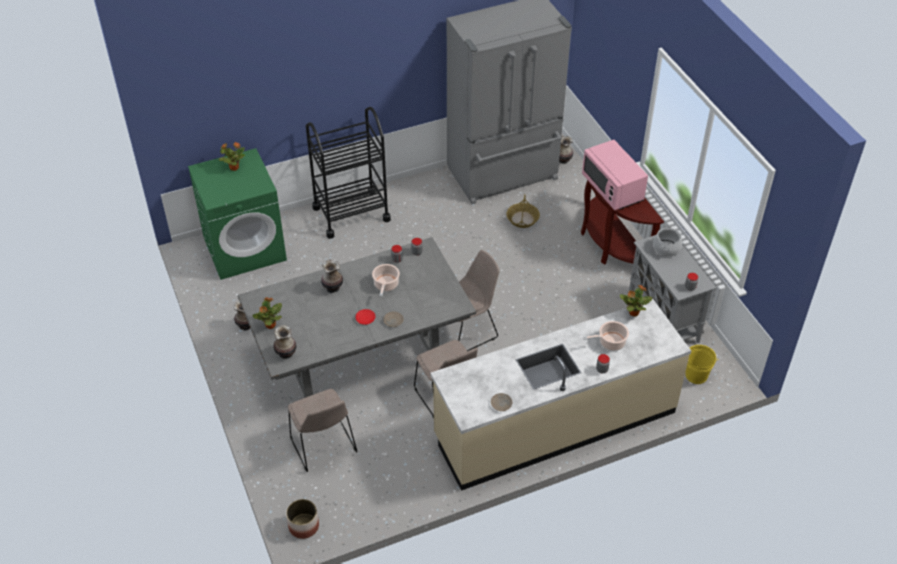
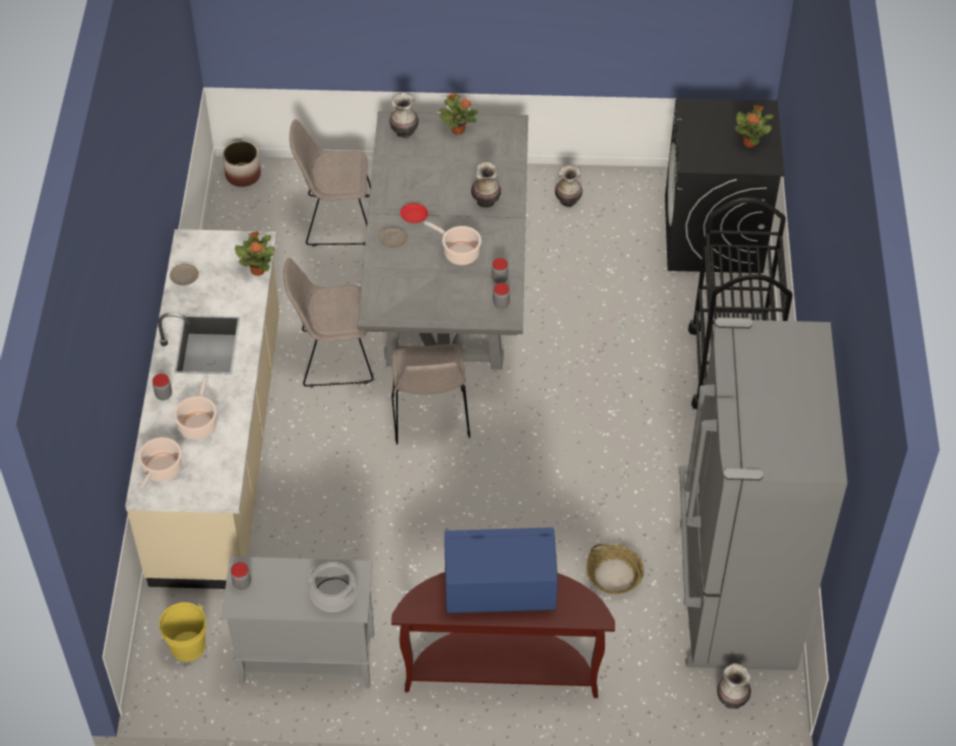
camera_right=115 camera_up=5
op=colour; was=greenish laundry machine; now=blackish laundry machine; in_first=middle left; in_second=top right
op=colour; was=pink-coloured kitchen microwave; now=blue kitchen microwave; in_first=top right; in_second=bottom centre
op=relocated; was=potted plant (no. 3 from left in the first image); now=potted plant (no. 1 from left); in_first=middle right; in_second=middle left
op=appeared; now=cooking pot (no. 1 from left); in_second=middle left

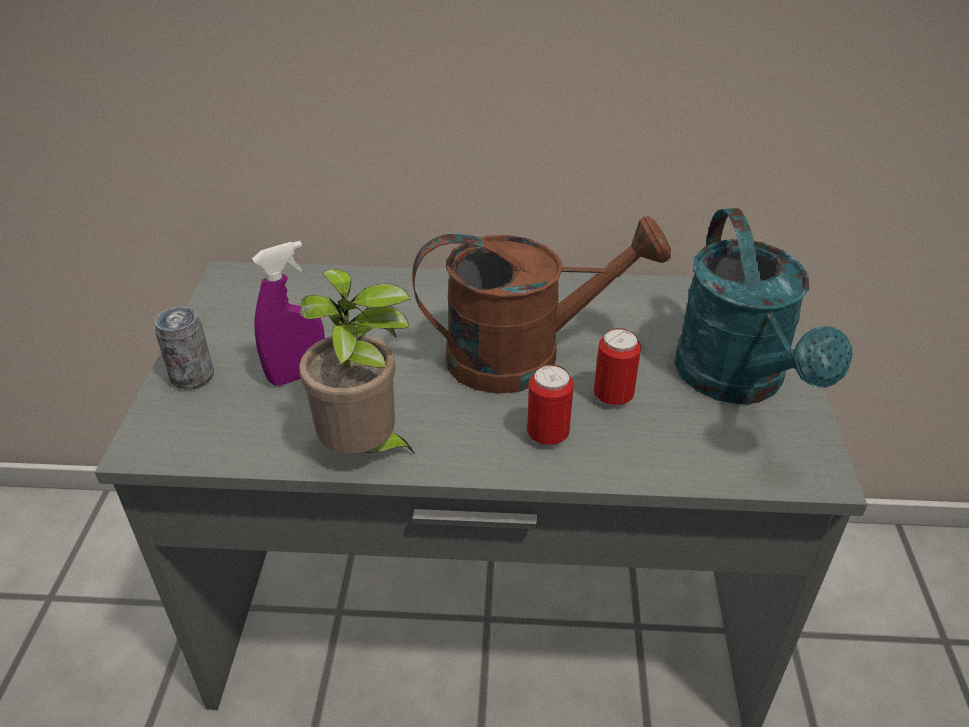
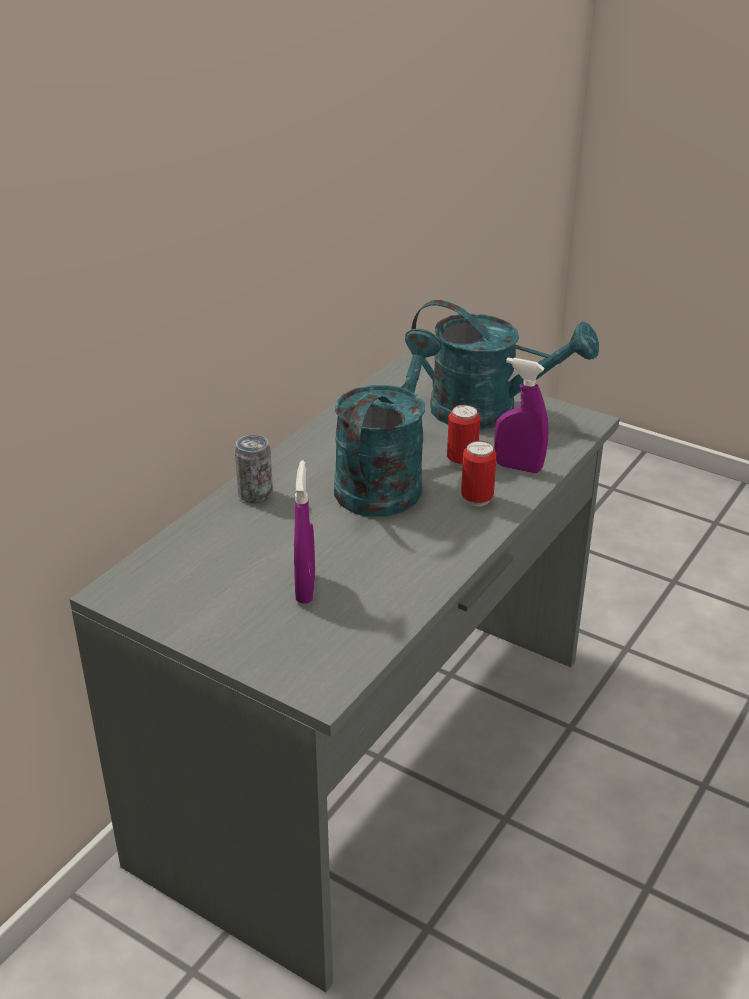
camera_right=-60 camera_up=-5
op=relocated; was=can (no. 1 from left); in_first=middle left; in_second=centre
op=missing; was=potted plant; in_first=centre
op=colour; was=brown watering pot; now=blue-green watering pot (no. 1 from left); in_first=centre; in_second=centre
op=appeared; now=purple-coloured hand sprayer (no. 2 from left); in_second=middle right

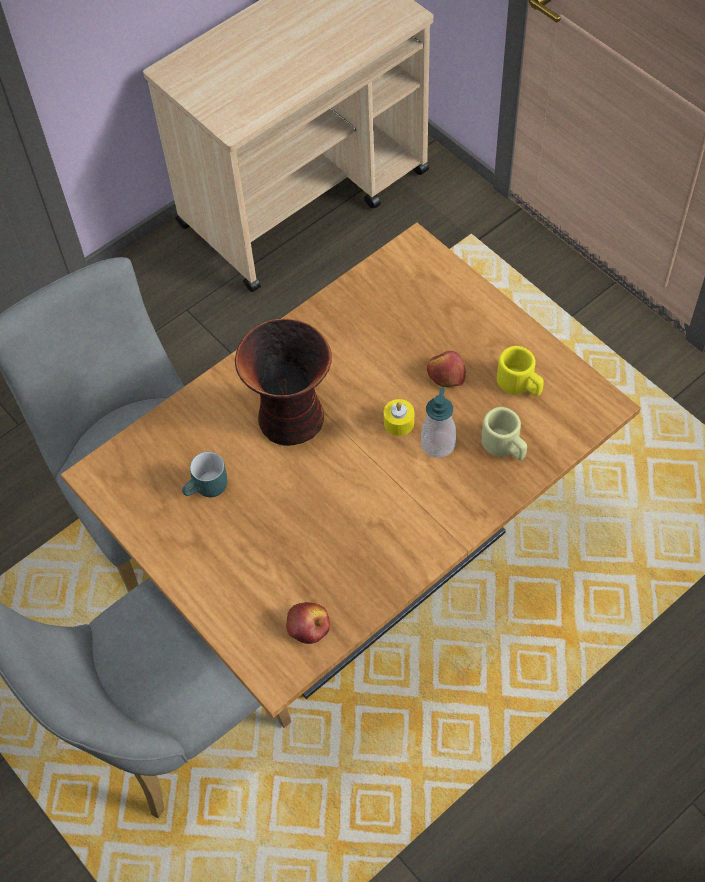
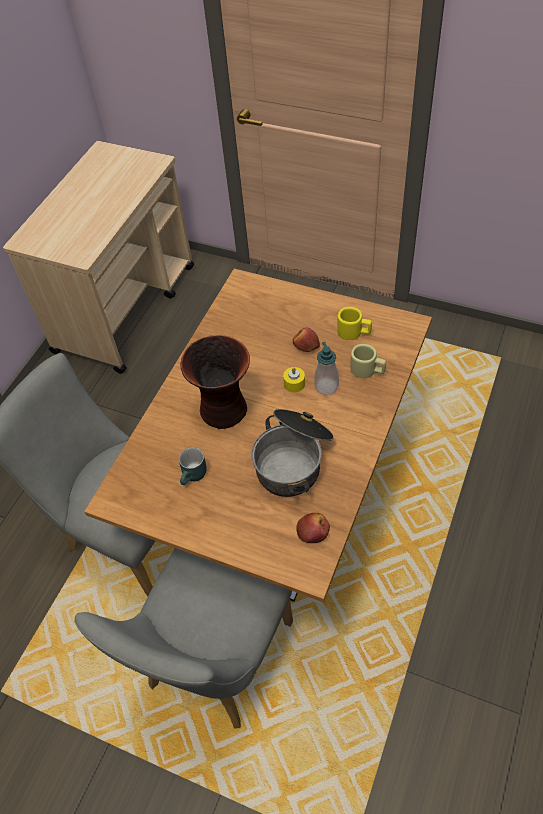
camera_right=-25 camera_up=-5
op=appeared; now=cooking pot; in_second=centre

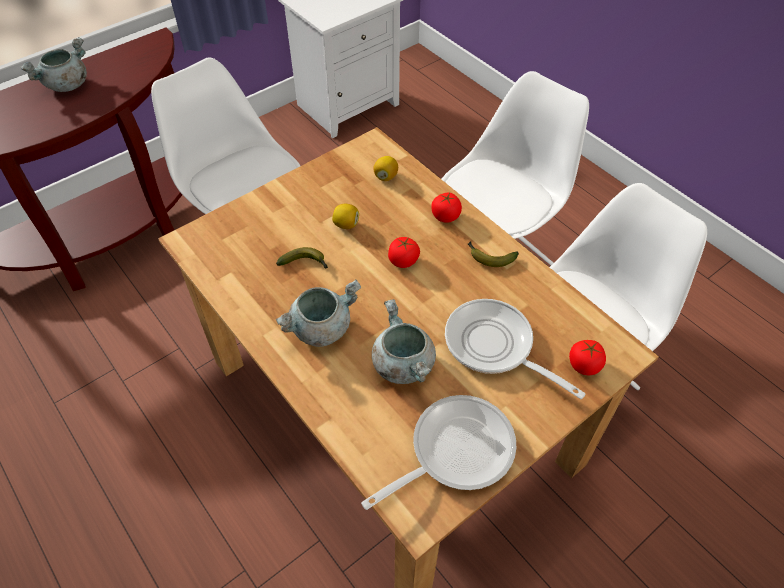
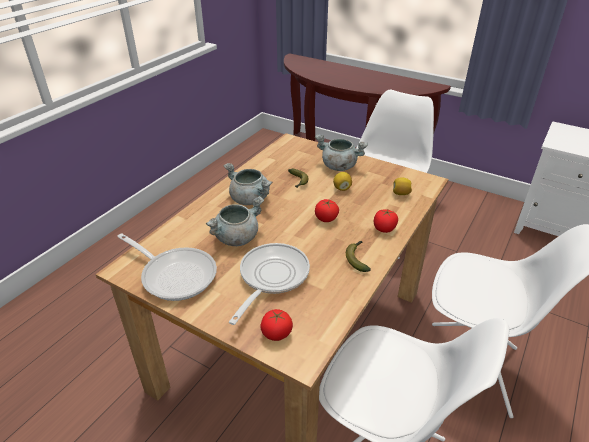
camera_right=70 camera_up=-15
op=relocated; was=greyish cooking pot (no. 1 from left in the first image); now=greyish cooking pot (no. 3 from left); in_first=top left; in_second=centre

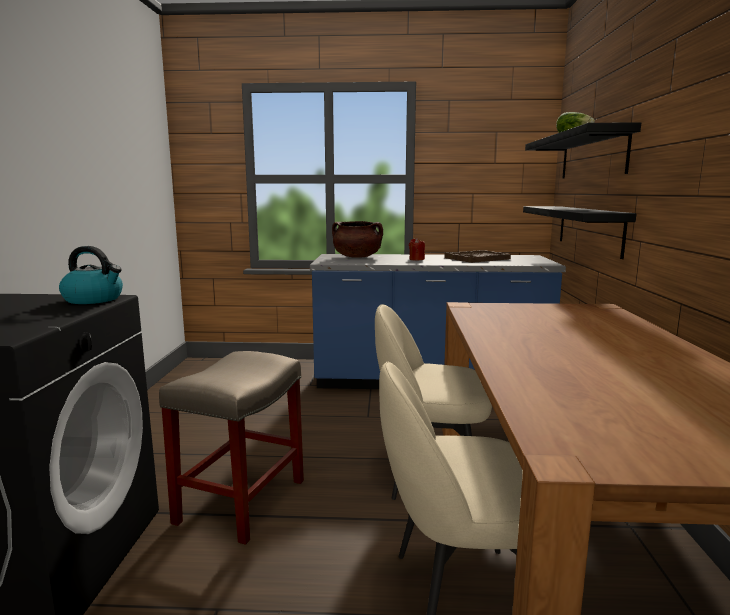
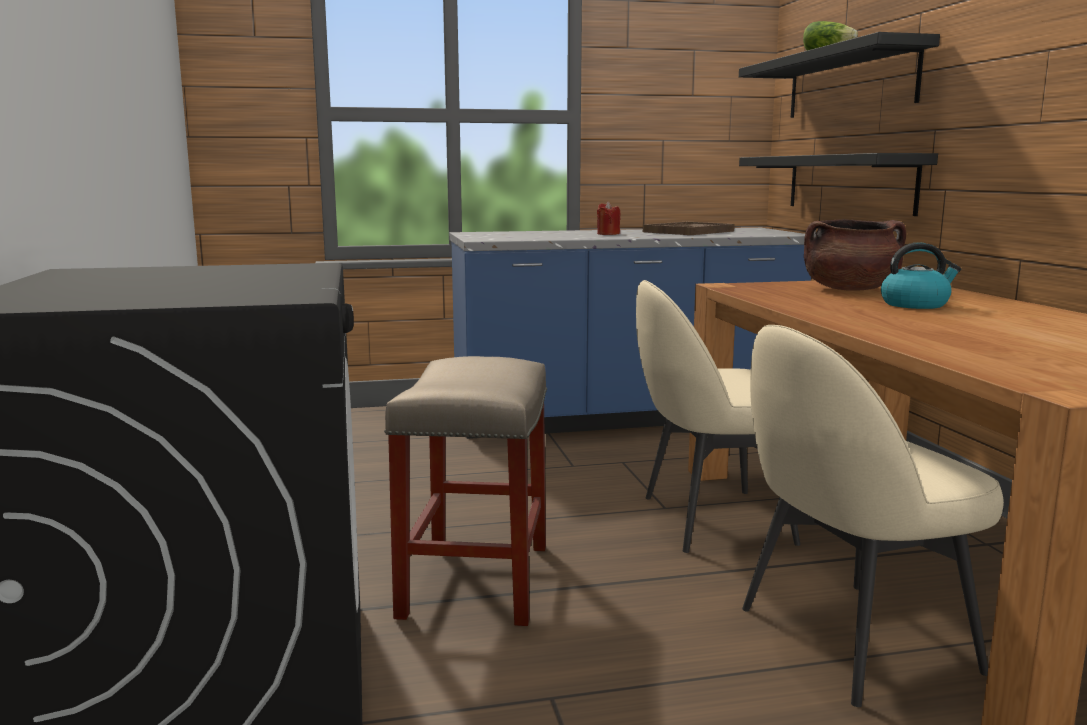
camera_right=-15 camera_up=0
op=relocated; was=tea kettle; in_first=middle left; in_second=middle right
op=relocated; was=brown cooking pot; in_first=centre; in_second=middle right

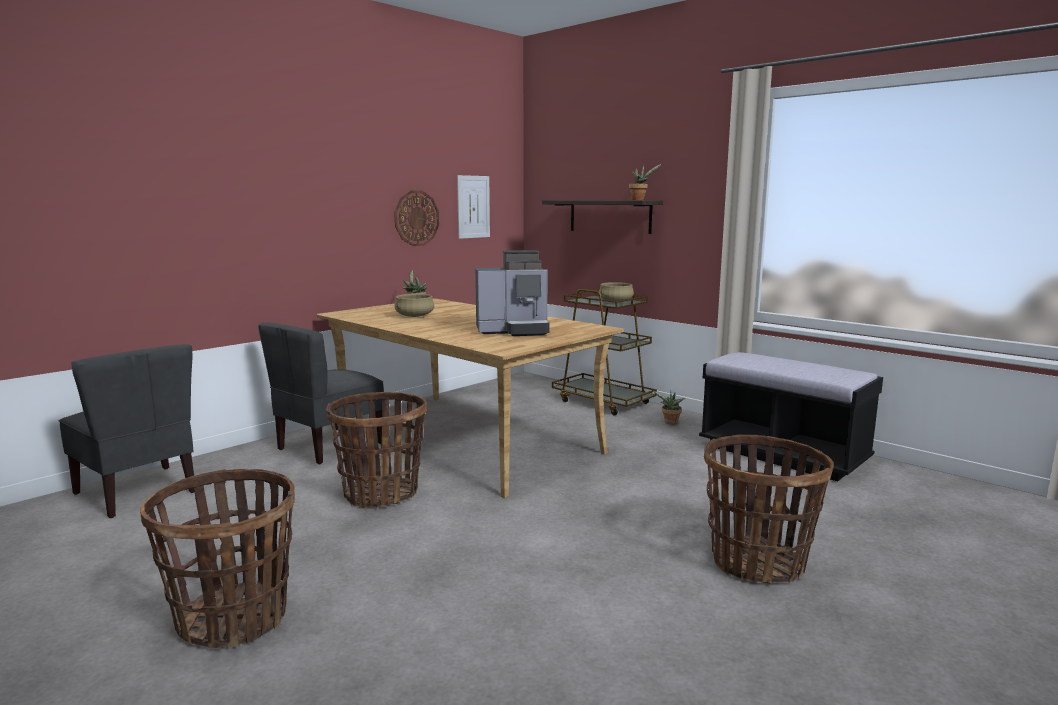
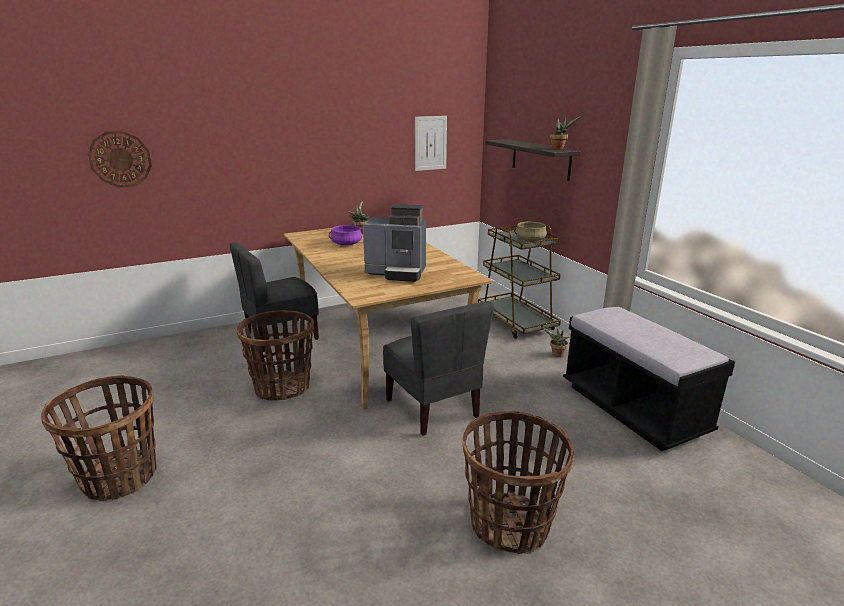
camera_right=20 camera_up=10
op=relocated; was=greyish plain chair (no. 1 from left in the first image); now=greyish plain chair (no. 2 from left); in_first=middle left; in_second=centre
op=relocated; was=clock on the wall; in_first=top centre; in_second=top left
op=colour; was=sand-coloured cooking pot (no. 1 from left); now=purple-coloured cooking pot; in_first=centre; in_second=centre

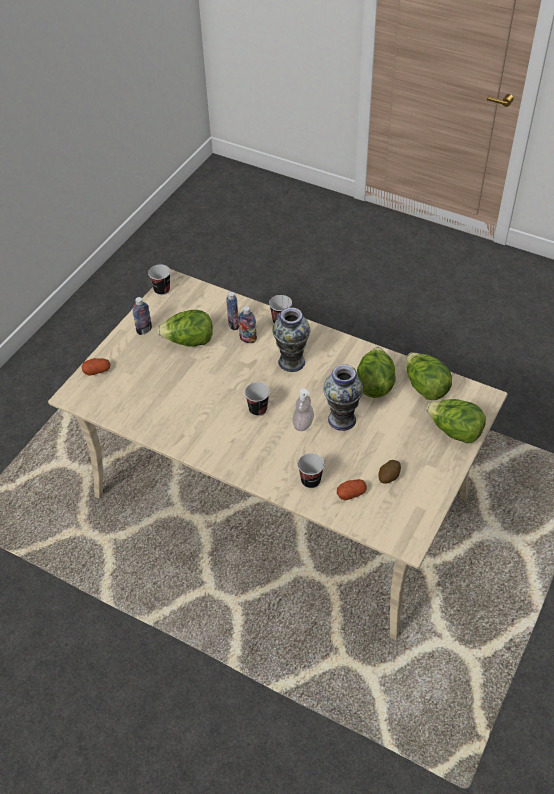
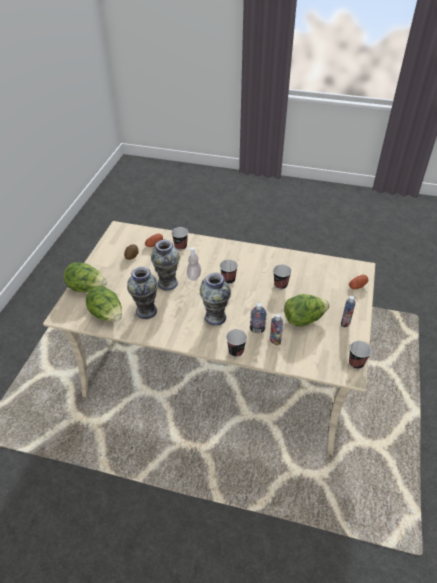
camera_right=165 camera_up=-5
op=exchanged; was=lettuce head (no. 2 from left); now=vase (no. 1 from left); in_first=middle right; in_second=middle left
op=appeared; now=cup (no. 4 from left); in_second=centre

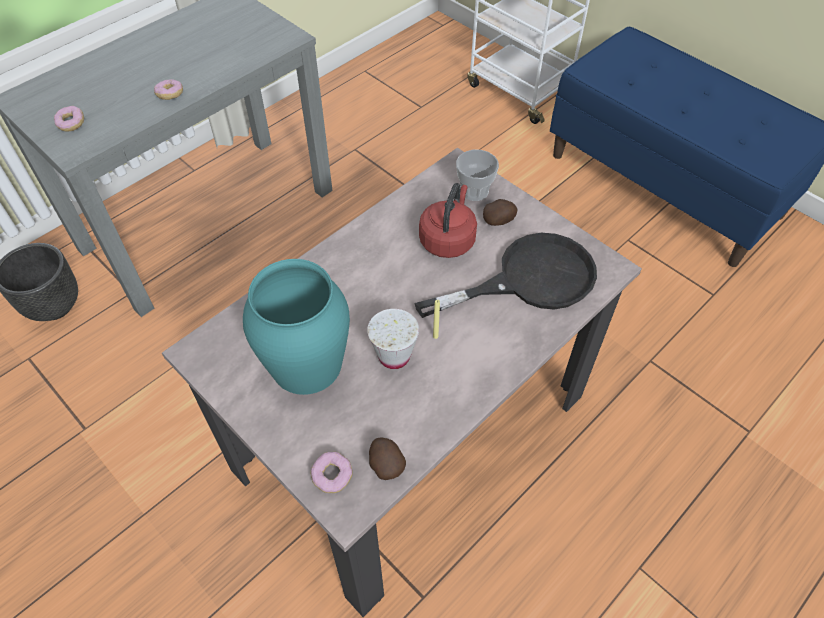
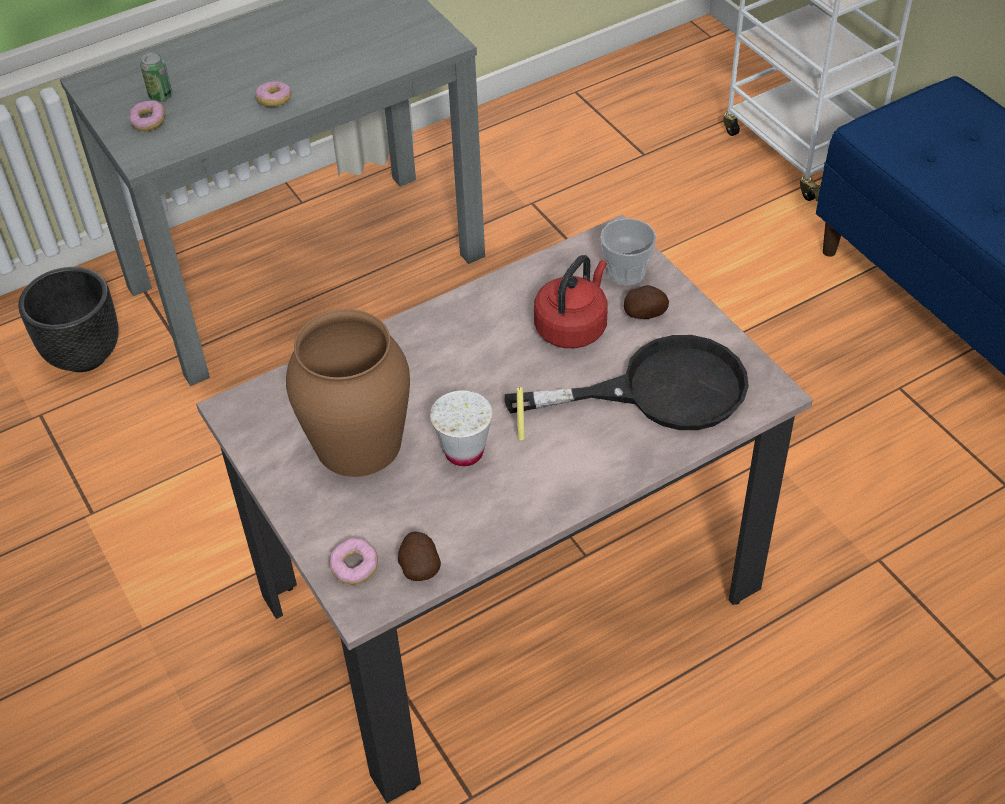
camera_right=15 camera_up=-5
op=colour; was=blue-green vase; now=brown vase; in_first=centre; in_second=centre
op=appeared; now=can; in_second=top left

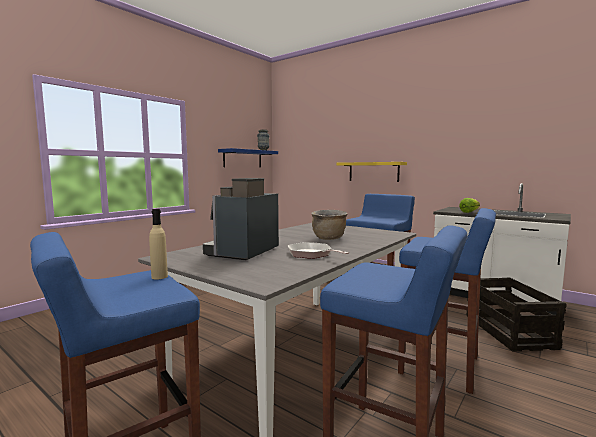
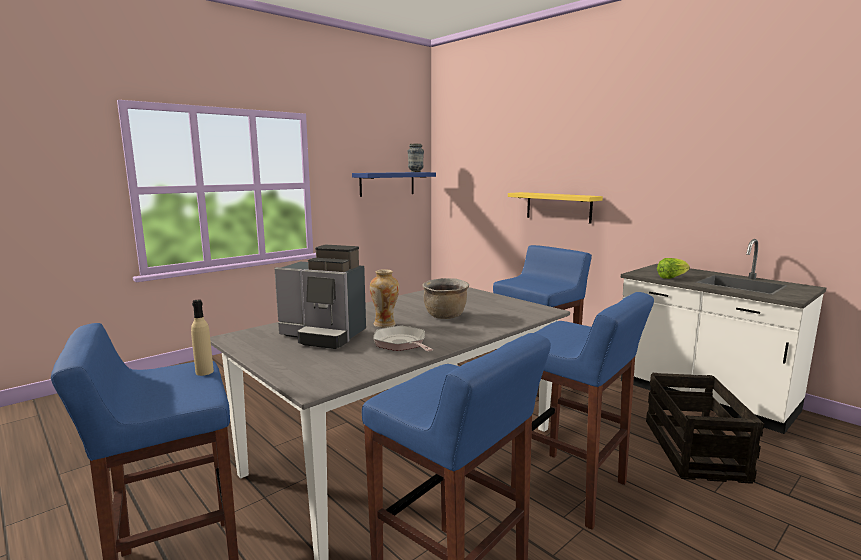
camera_right=10 camera_up=5
op=spun; was=coffee machine; in_first=centre; in_second=centre; clockwise=-105
op=appeared; now=vase (no. 1 from left); in_second=centre

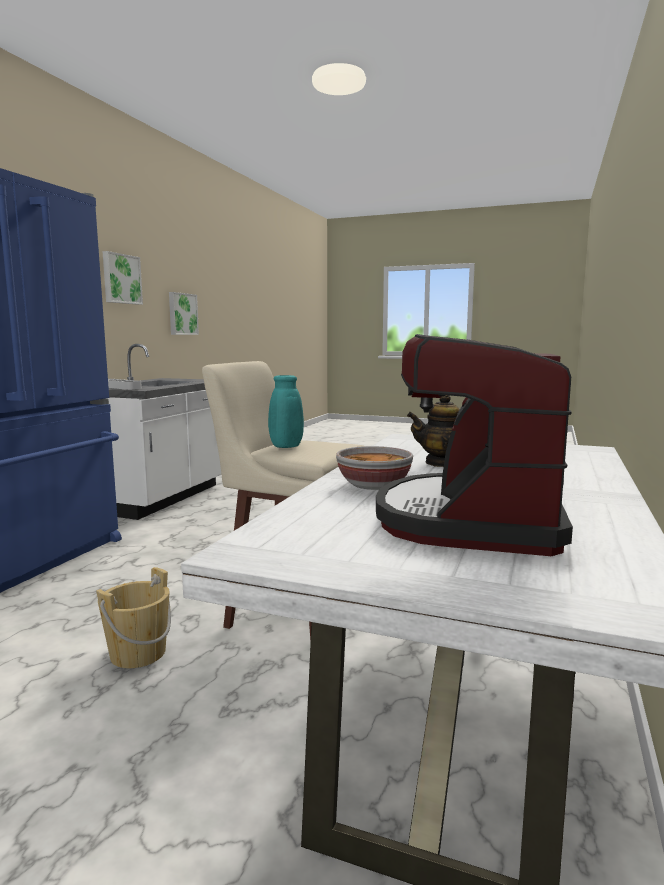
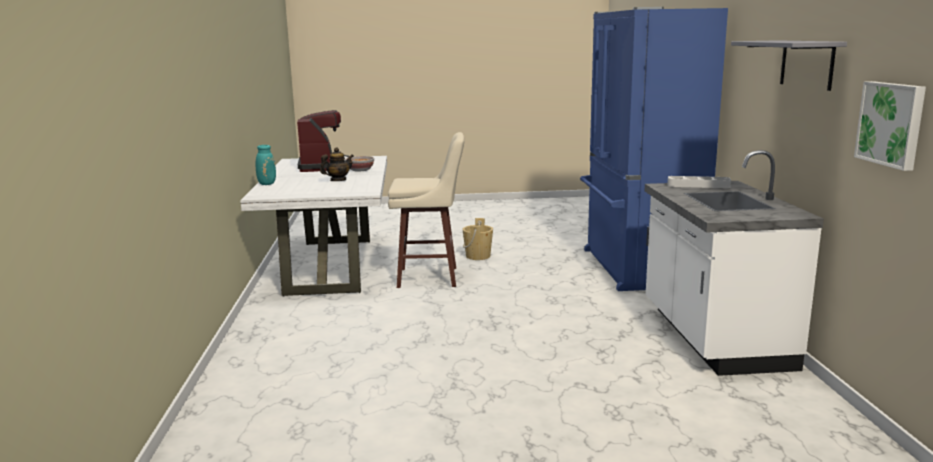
camera_right=155 camera_up=5
op=exchanged; was=wall art (no. 1 from left); now=greyish wall shelf; in_first=top left; in_second=top right
op=relocated; was=blue-green vase; in_first=centre; in_second=middle left

